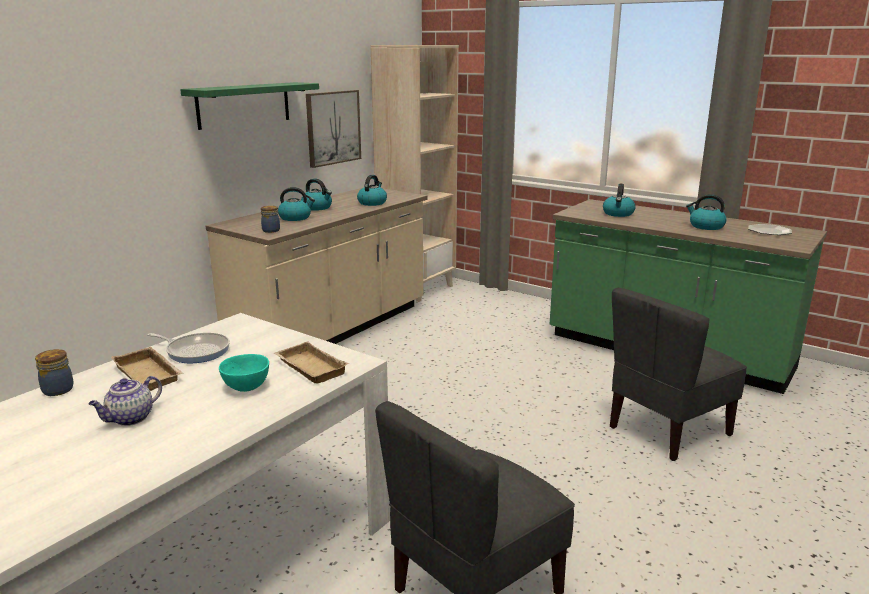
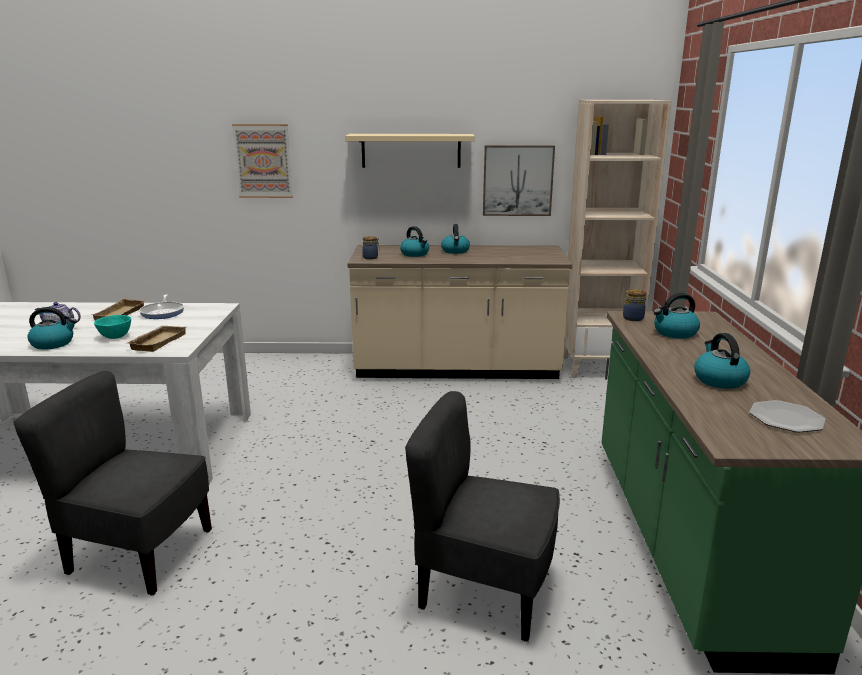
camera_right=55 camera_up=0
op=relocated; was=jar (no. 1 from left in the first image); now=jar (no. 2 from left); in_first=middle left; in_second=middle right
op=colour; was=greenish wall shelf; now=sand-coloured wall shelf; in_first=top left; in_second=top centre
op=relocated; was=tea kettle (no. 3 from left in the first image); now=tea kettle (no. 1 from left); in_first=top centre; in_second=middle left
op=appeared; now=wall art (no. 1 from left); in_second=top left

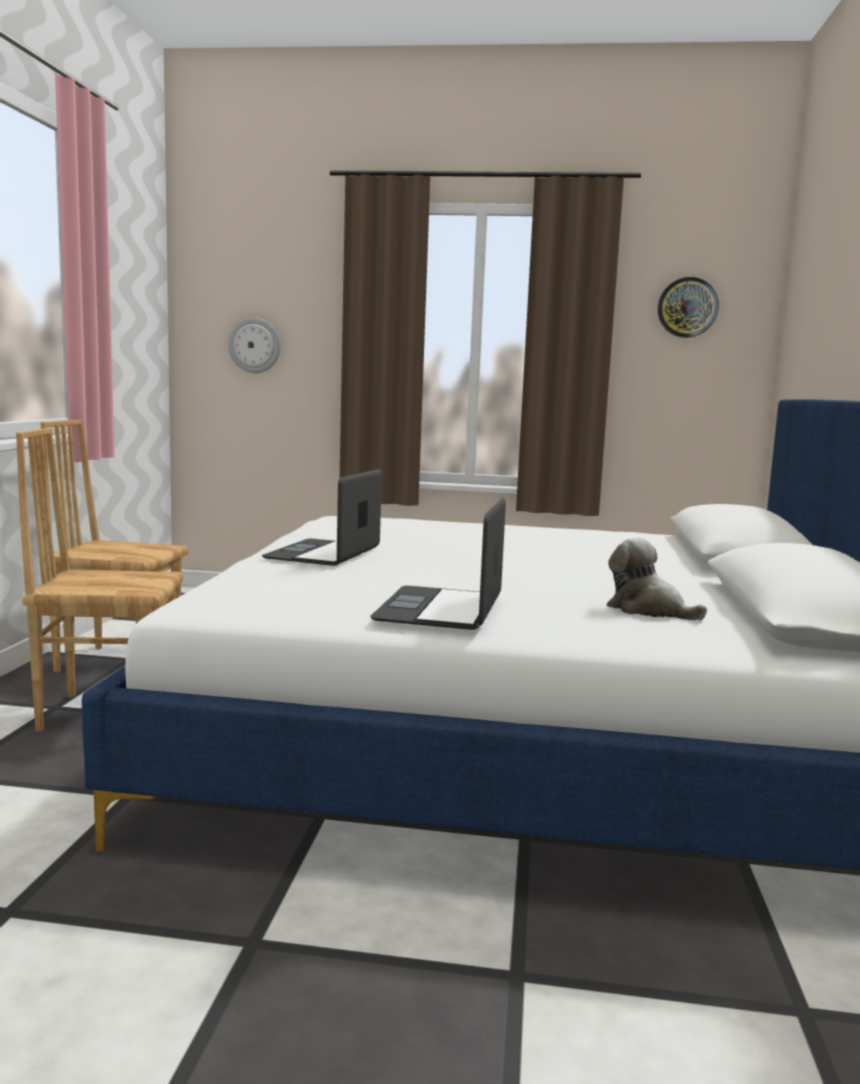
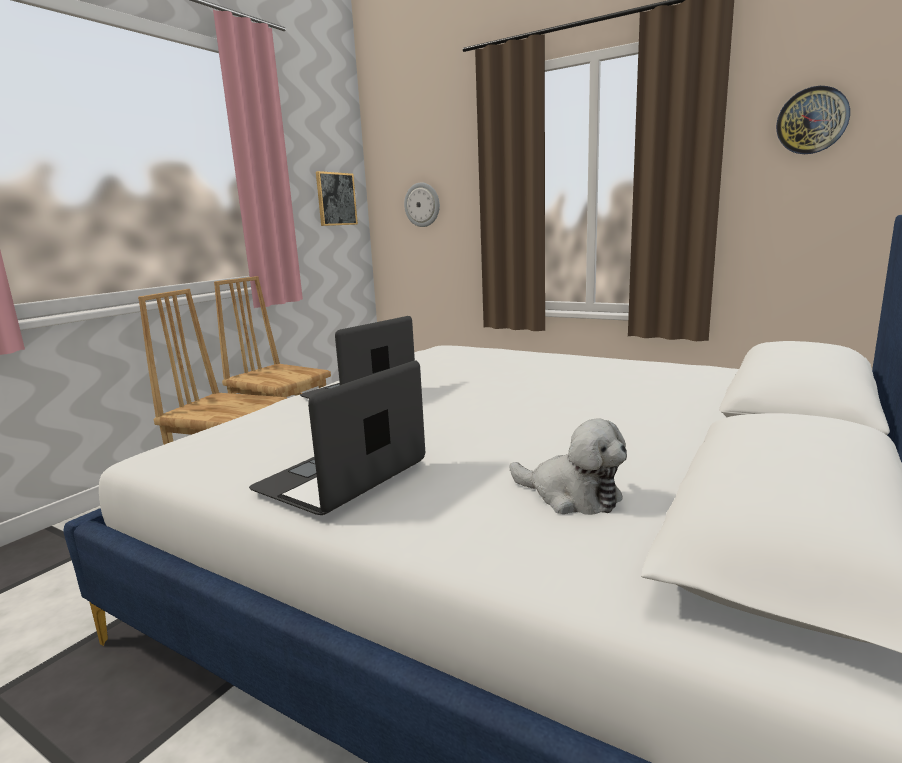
camera_right=25 camera_up=5
op=spun; was=cuddly toy; in_first=middle right; in_second=centre; clockwise=150
op=appeared; now=wall art; in_second=top centre

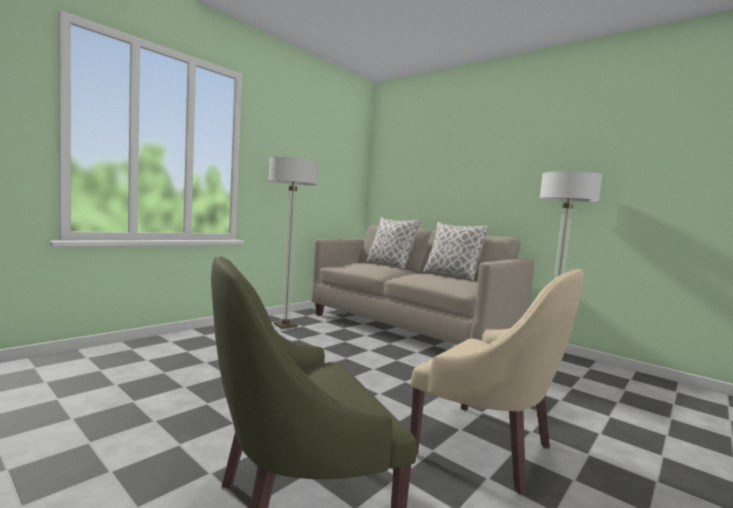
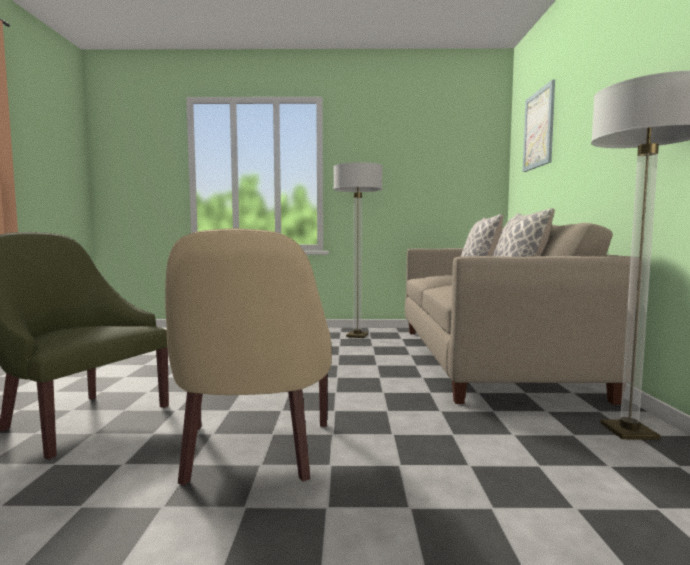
camera_right=50 camera_up=0
op=appeared; now=wall art; in_second=top right

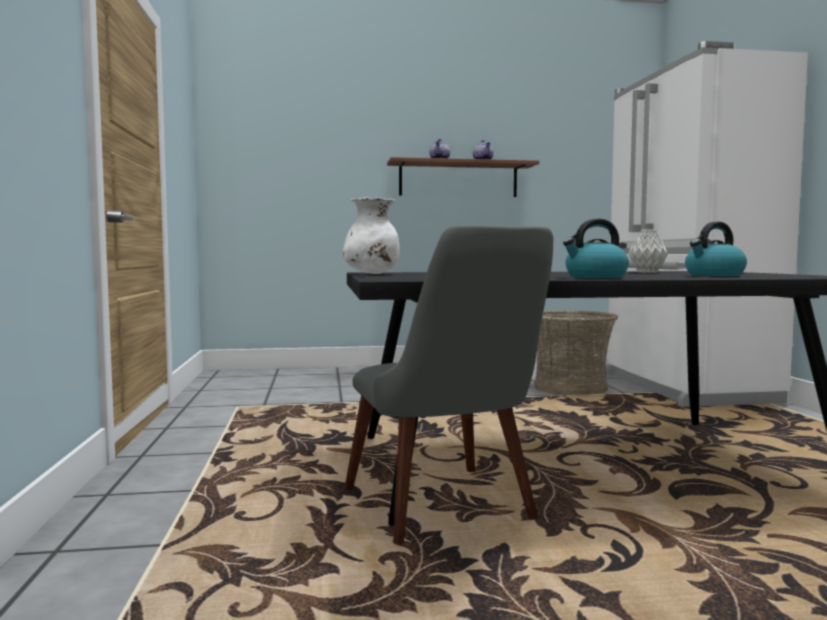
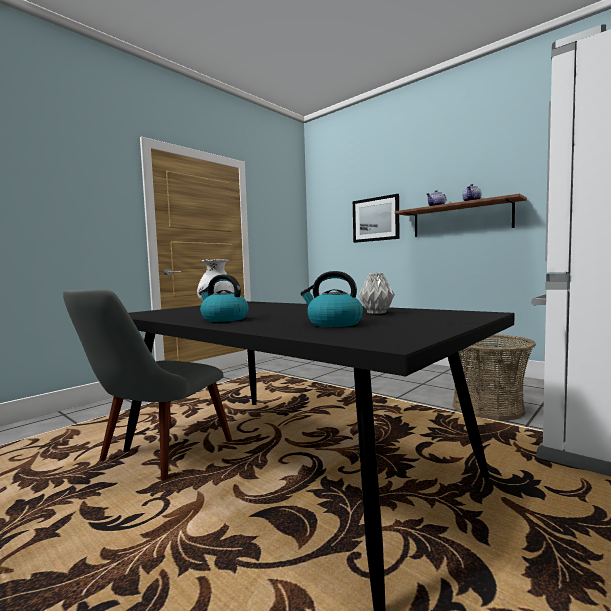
camera_right=50 camera_up=0
op=appeared; now=wall art; in_second=centre

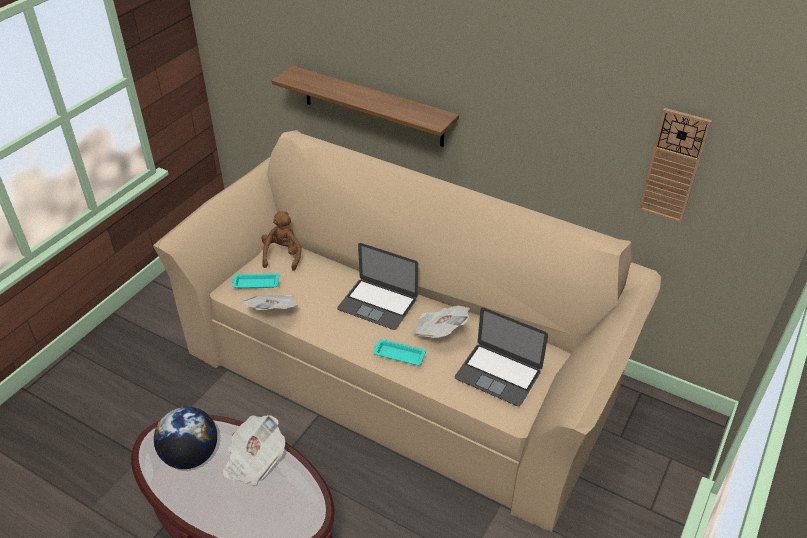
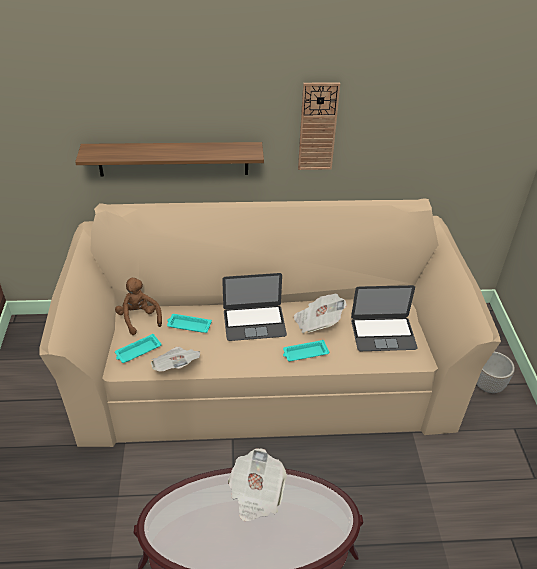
camera_right=-35 camera_up=0
op=missing; was=desk globe; in_first=bottom left
op=relocated; was=clock on the wall; in_first=top right; in_second=top centre
op=appeared; now=blue-green tray (no. 2 from left); in_second=centre
op=appeared; now=flower pot; in_second=middle right

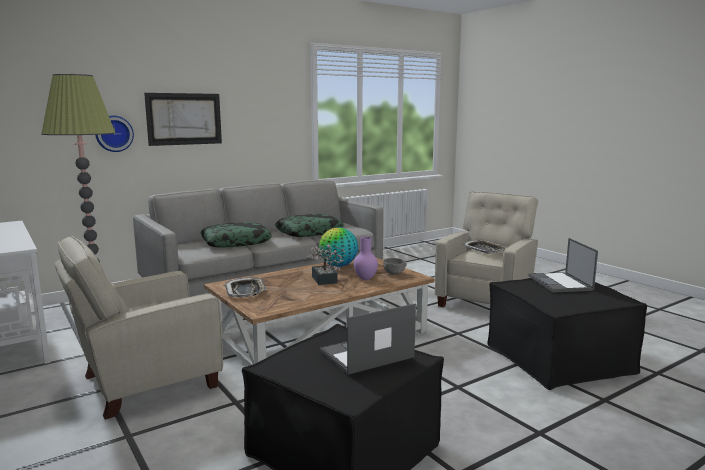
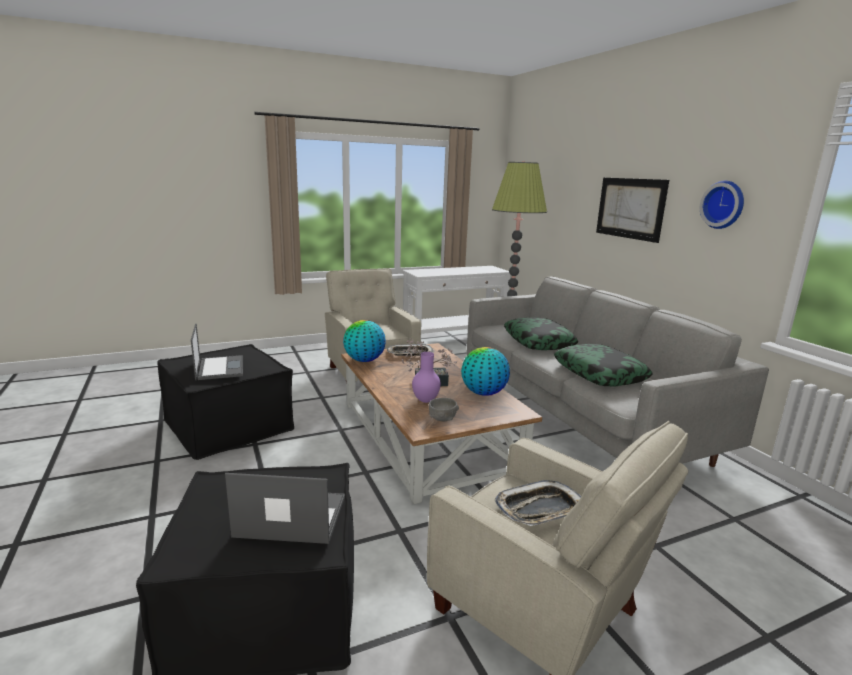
camera_right=100 camera_up=5
op=relocated; was=clock on the wall; in_first=top left; in_second=top right
op=appeared; now=desk globe (no. 1 from left); in_second=centre

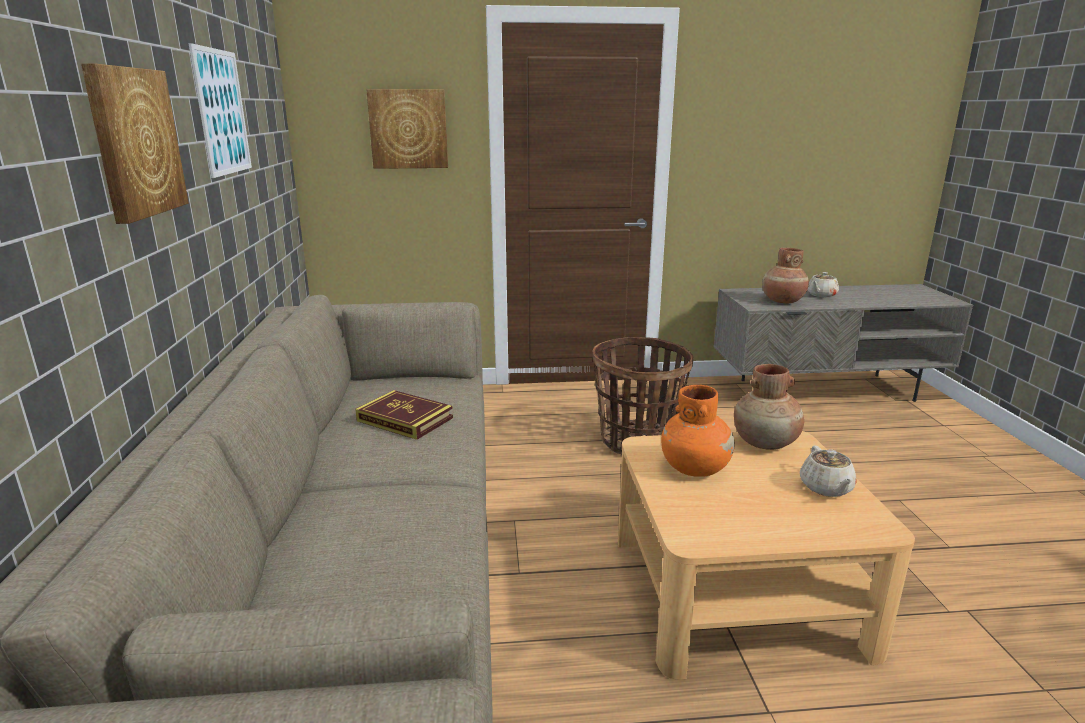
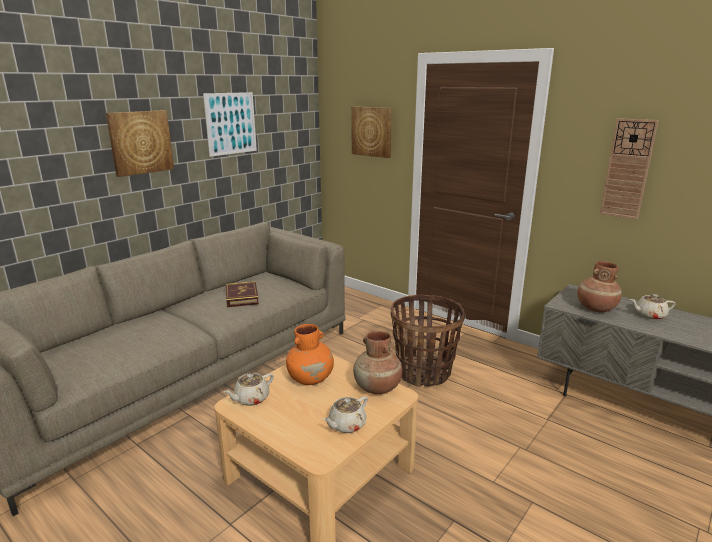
camera_right=45 camera_up=0
op=appeared; now=sand-coloured tea pot (no. 1 from left); in_second=bottom centre
op=appeared; now=clock on the wall; in_second=top right

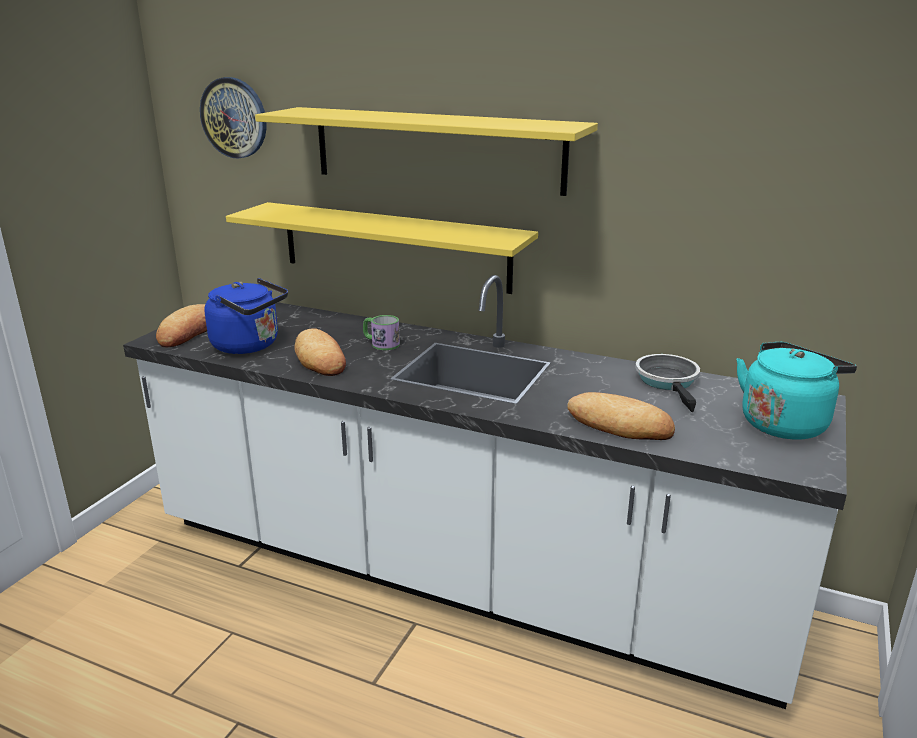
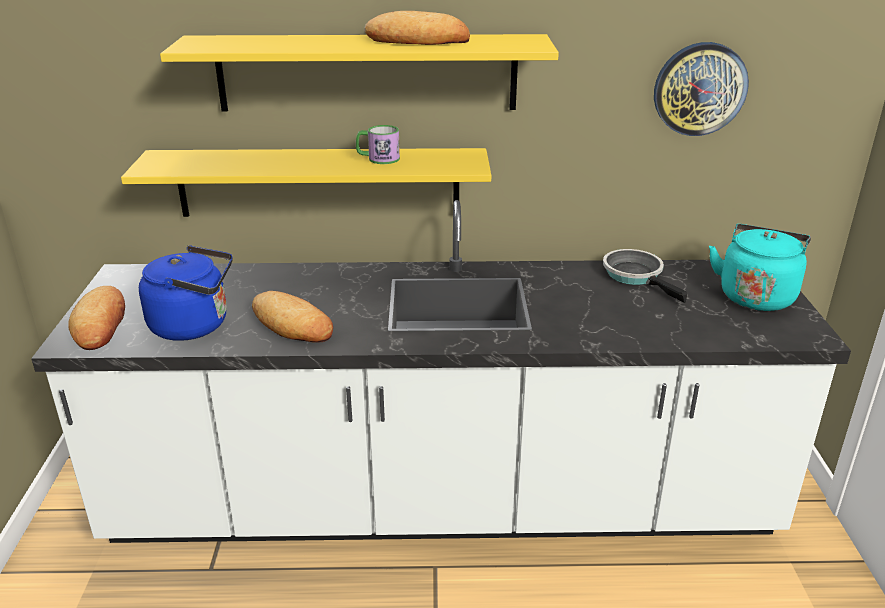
camera_right=-25 camera_up=5
op=relocated; was=clock on the wall; in_first=top left; in_second=top right
op=relocated; was=mug; in_first=centre; in_second=top centre
op=relocated; was=baked bread (no. 3 from left); in_first=middle right; in_second=top centre

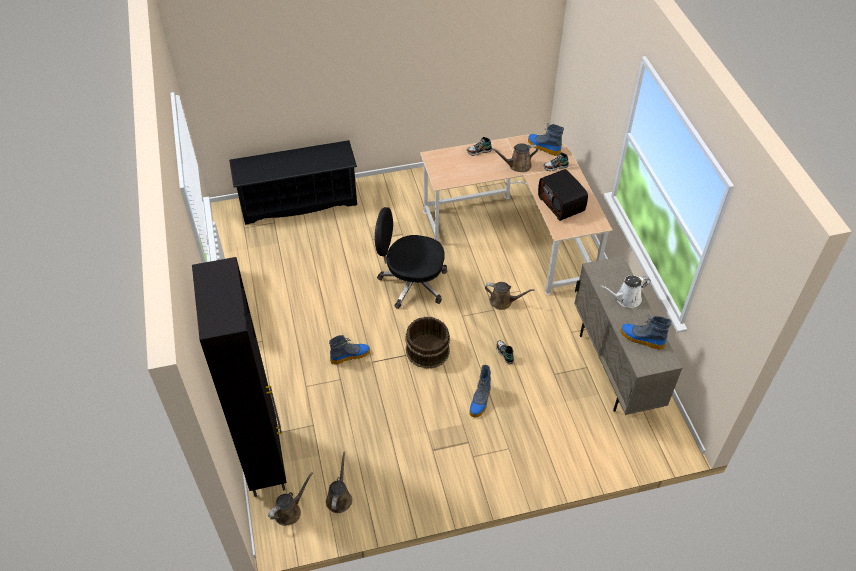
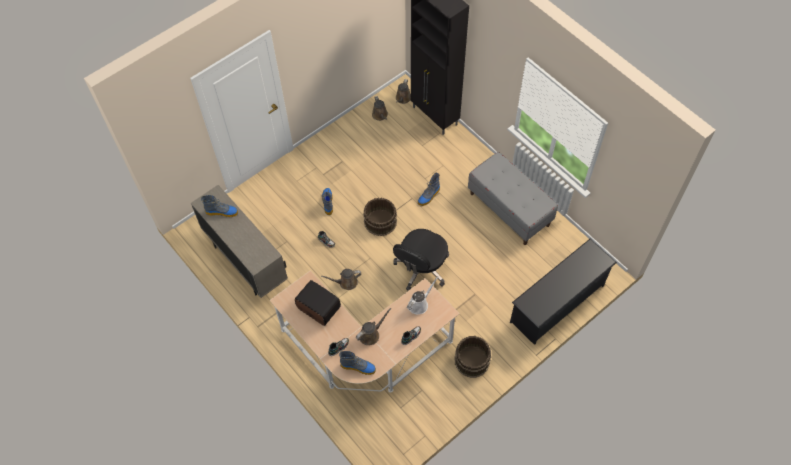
camera_right=155 camera_up=10
op=spun; was=blackish office chair; in_first=centre; in_second=centre; clockwise=135
op=relocated; was=whitish watering pot; in_first=middle right; in_second=centre
op=appeared; now=brown pail (no. 2 from left); in_second=bottom centre
op=appeared; now=greyish long seat; in_second=centre

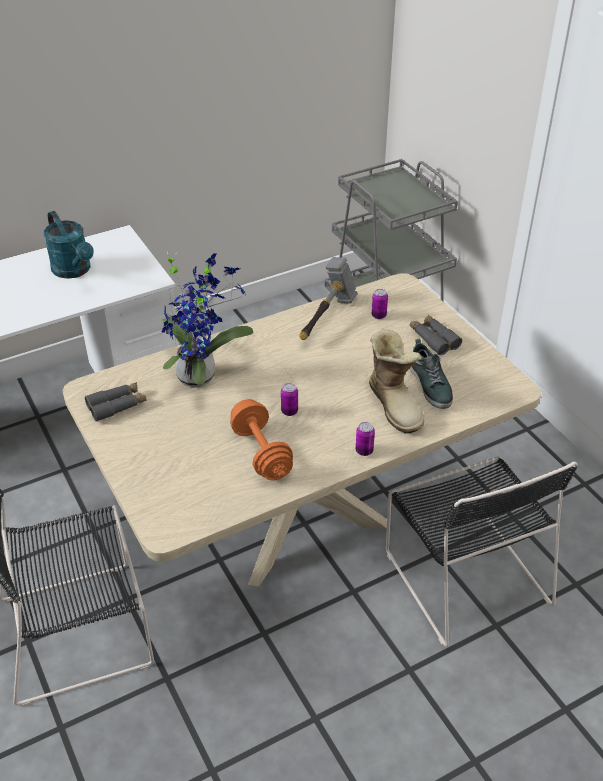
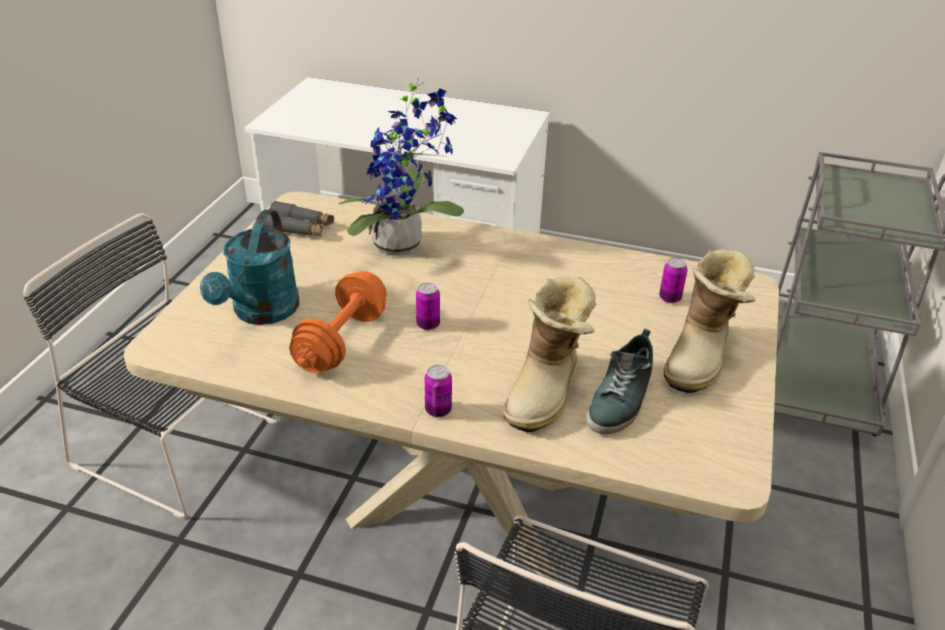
camera_right=45 camera_up=-5
op=relocated; was=blue-green watering pot; in_first=top left; in_second=middle left
op=missing; was=hammer; in_first=centre
op=exchanged; was=greyish field glasses (no. 2 from left); now=tall boot (no. 2 from left); in_first=middle right; in_second=middle right

